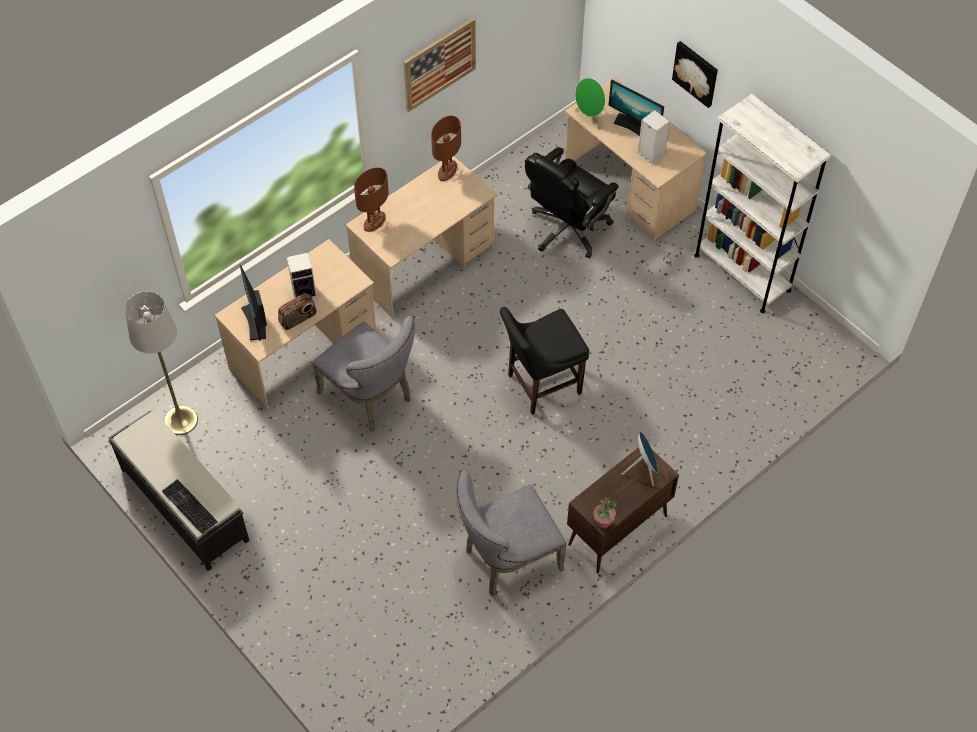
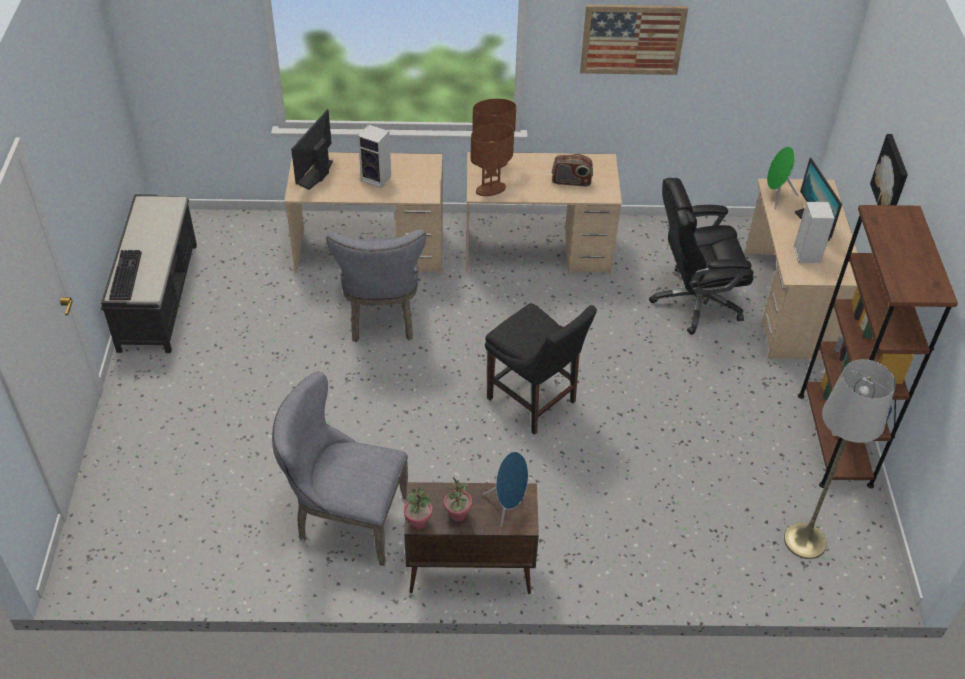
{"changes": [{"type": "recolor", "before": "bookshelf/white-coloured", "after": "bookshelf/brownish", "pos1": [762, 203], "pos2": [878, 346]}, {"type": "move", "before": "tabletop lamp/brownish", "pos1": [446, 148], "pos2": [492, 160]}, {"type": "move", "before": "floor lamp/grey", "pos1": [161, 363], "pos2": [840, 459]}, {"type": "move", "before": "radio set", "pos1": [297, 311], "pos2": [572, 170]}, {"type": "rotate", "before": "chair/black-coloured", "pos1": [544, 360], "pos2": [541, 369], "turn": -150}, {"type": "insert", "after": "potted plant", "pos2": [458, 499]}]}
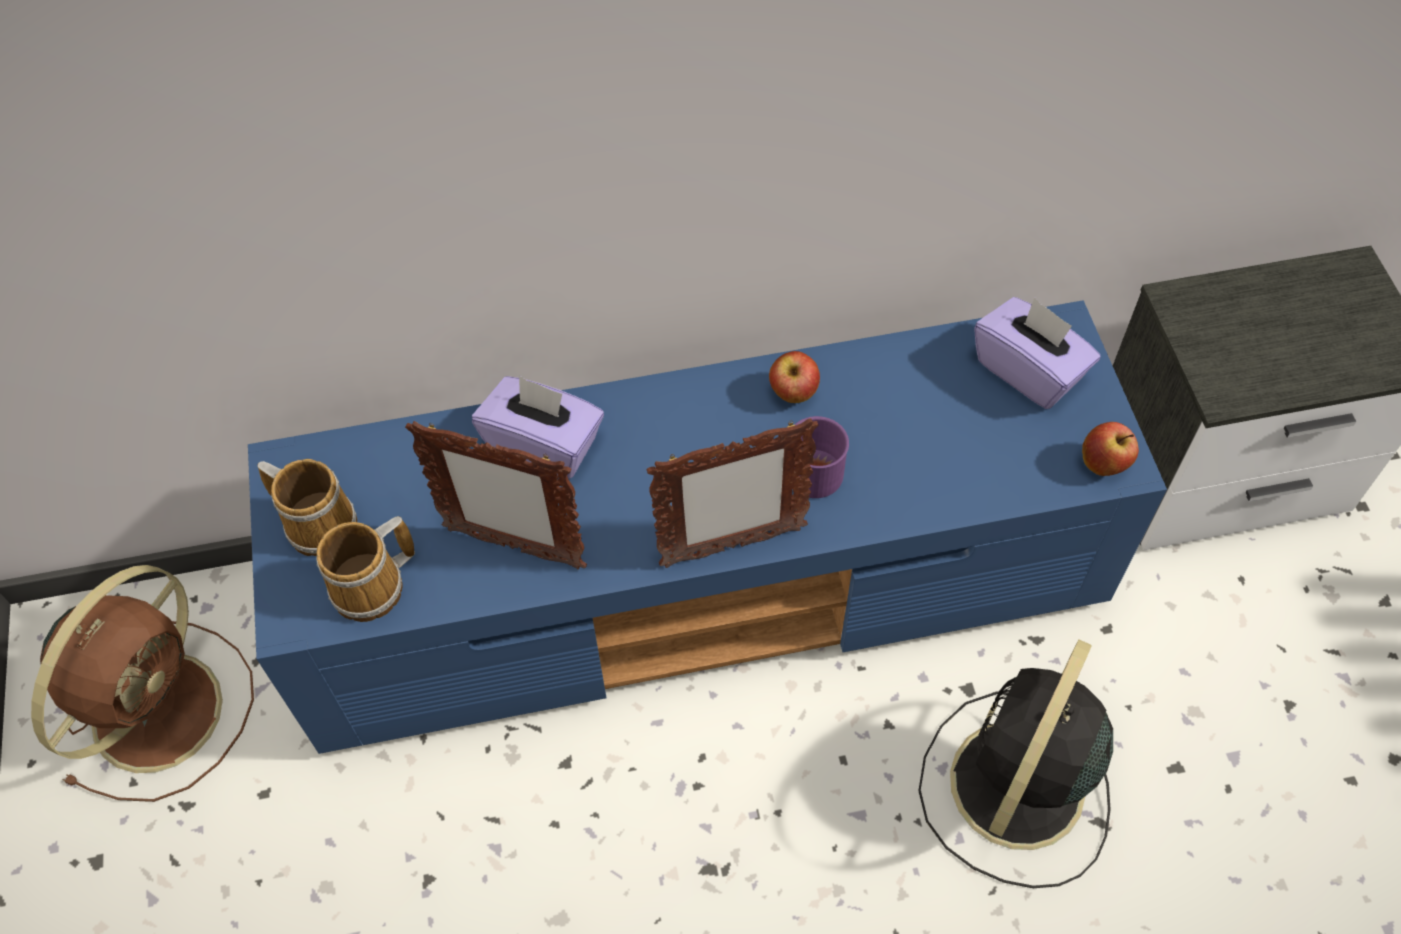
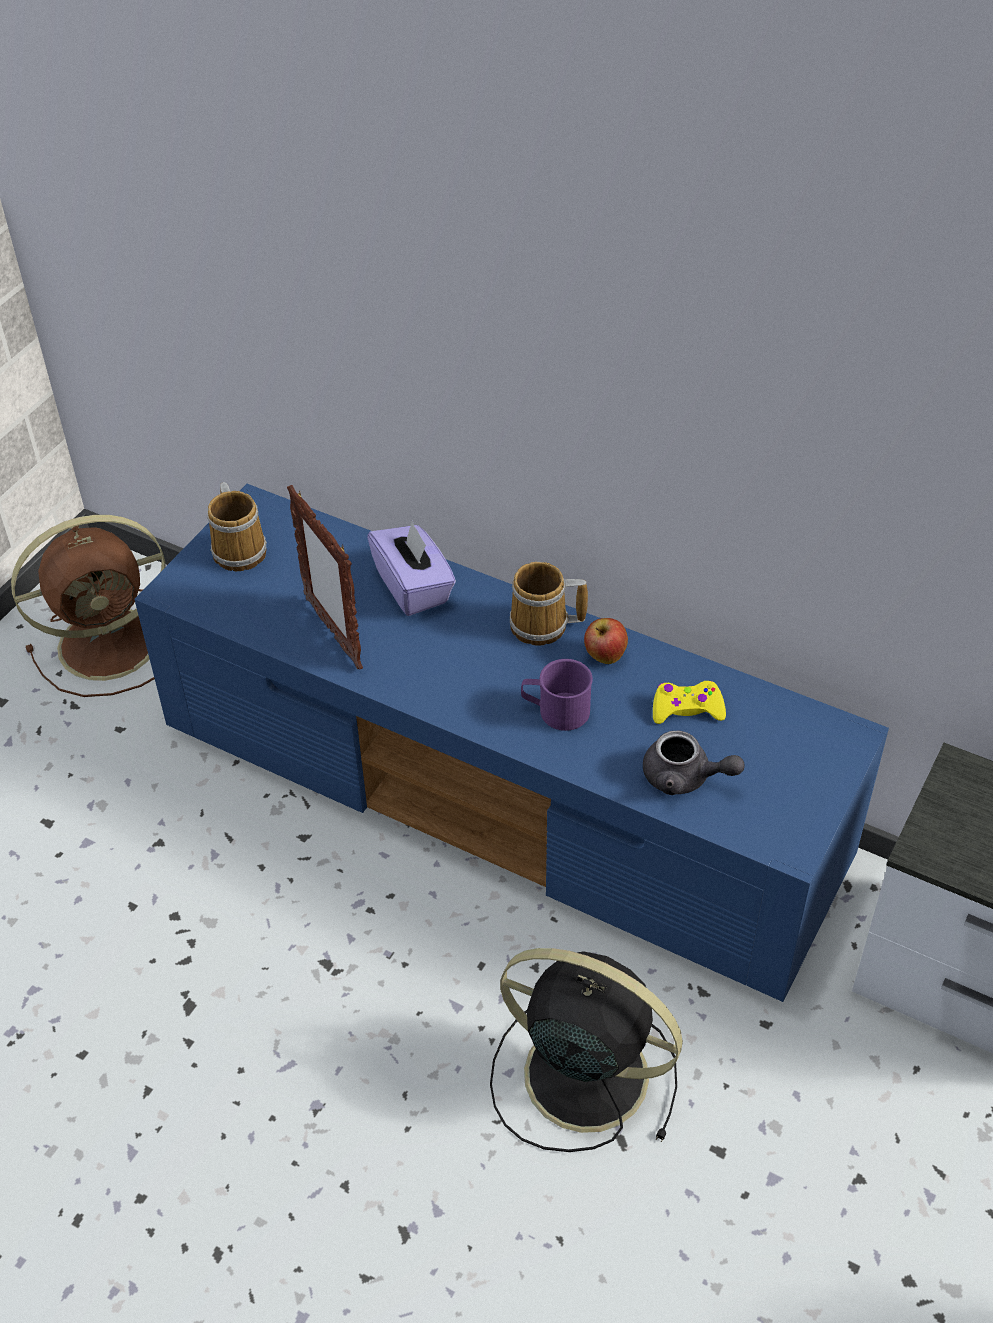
{"changes": [{"type": "delete", "before": "box of tissues/purplish", "pos1": [1037, 353]}, {"type": "delete", "before": "standing frame", "pos1": [732, 493]}, {"type": "delete", "before": "apple fruit", "pos1": [1110, 449]}, {"type": "move", "before": "coffee mug", "pos1": [365, 569], "pos2": [549, 604]}, {"type": "rotate", "before": "fan/black-coloured", "pos1": [1015, 763], "pos2": [586, 1050], "turn": 45}, {"type": "insert", "after": "game controller/yellow-coloured", "pos2": [689, 702]}, {"type": "insert", "after": "tea pot/grey", "pos2": [694, 763]}]}
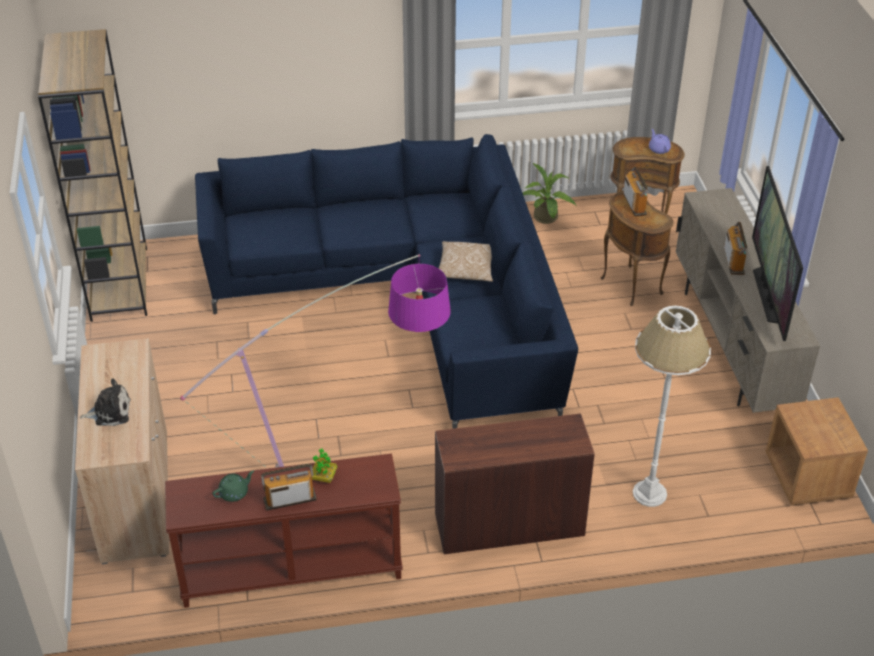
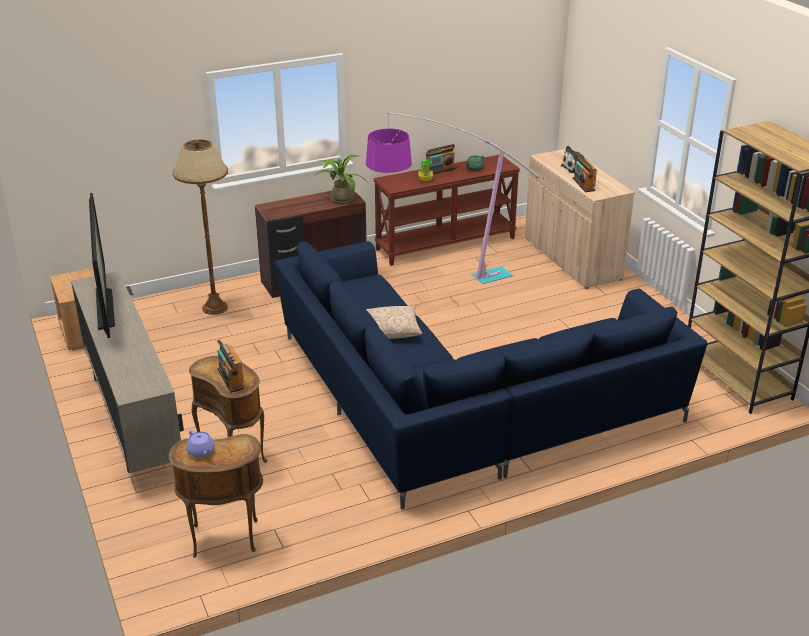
{"changes": [{"type": "move", "before": "potted plant", "pos1": [549, 193], "pos2": [341, 179]}, {"type": "move", "before": "radio set", "pos1": [735, 248], "pos2": [584, 173]}, {"type": "recolor", "before": "floor lamp/white-coloured", "after": "floor lamp/brownish", "pos1": [672, 406], "pos2": [200, 227]}]}
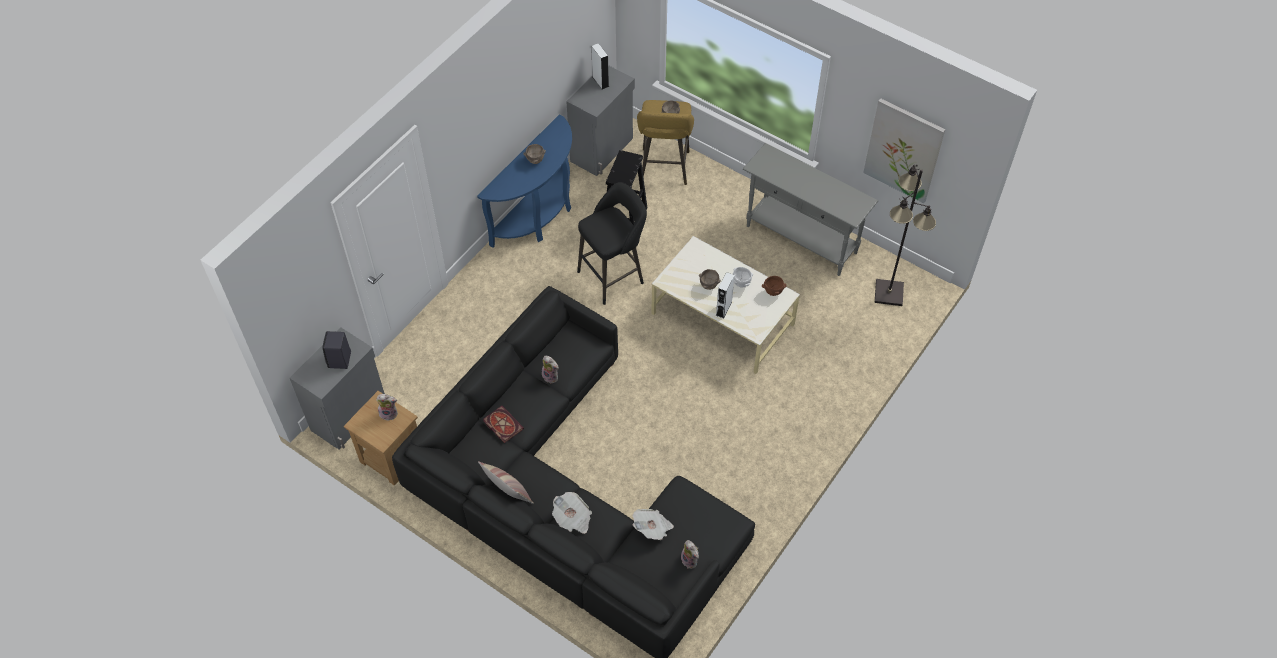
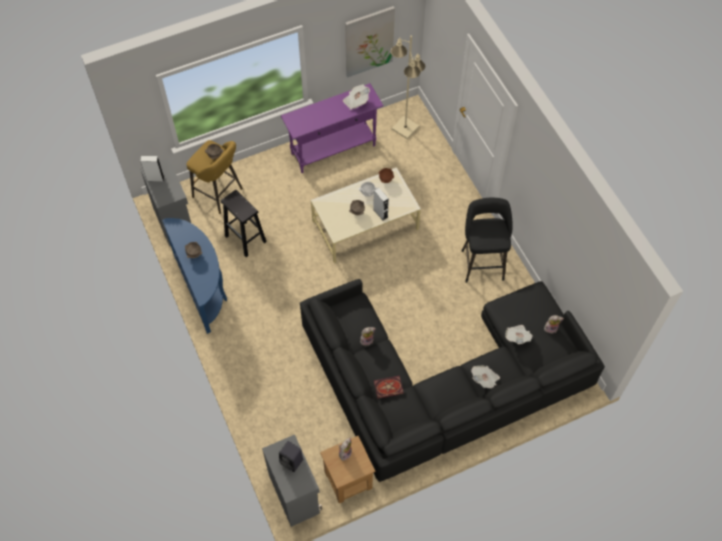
{"changes": [{"type": "recolor", "before": "console table/grey", "after": "console table/purplish", "pos1": [810, 209], "pos2": [332, 128]}, {"type": "recolor", "before": "floor lamp/black-coloured", "after": "floor lamp/beige-coloured", "pos1": [905, 235], "pos2": [408, 87]}, {"type": "move", "before": "stool/black-coloured", "pos1": [612, 243], "pos2": [487, 240]}, {"type": "delete", "before": "cushion", "pos1": [506, 482]}, {"type": "insert", "after": "printed paper", "pos2": [356, 97]}]}
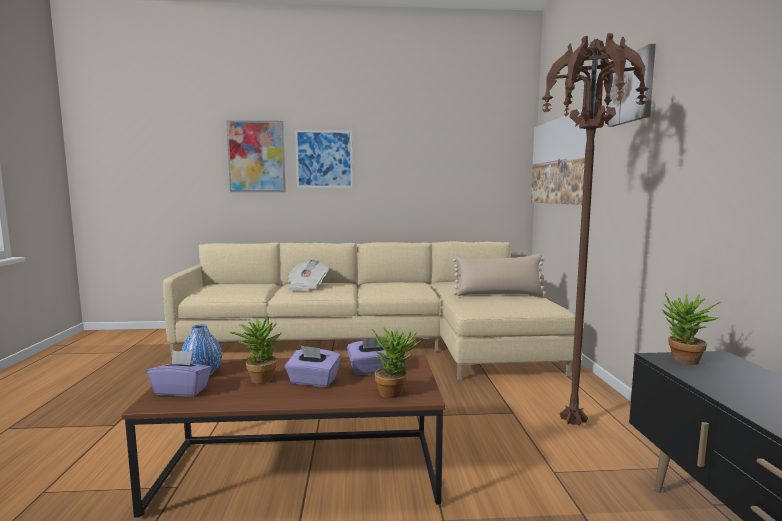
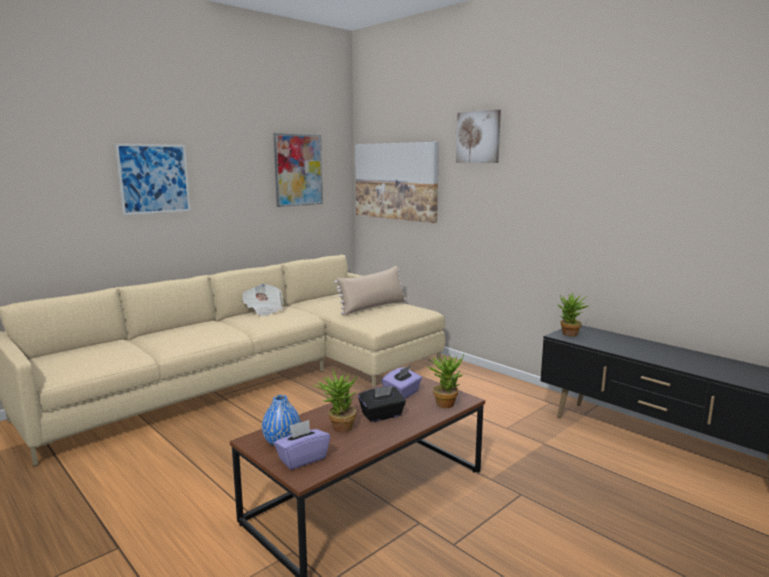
{"changes": [{"type": "delete", "before": "floor lamp/brownish", "pos1": [595, 229]}, {"type": "move", "before": "wall picture", "pos1": [256, 156], "pos2": [298, 170]}, {"type": "move", "before": "printed paper", "pos1": [308, 275], "pos2": [263, 300]}, {"type": "recolor", "before": "box of tissues/purplish", "after": "box of tissues/black-coloured", "pos1": [313, 366], "pos2": [382, 404]}]}
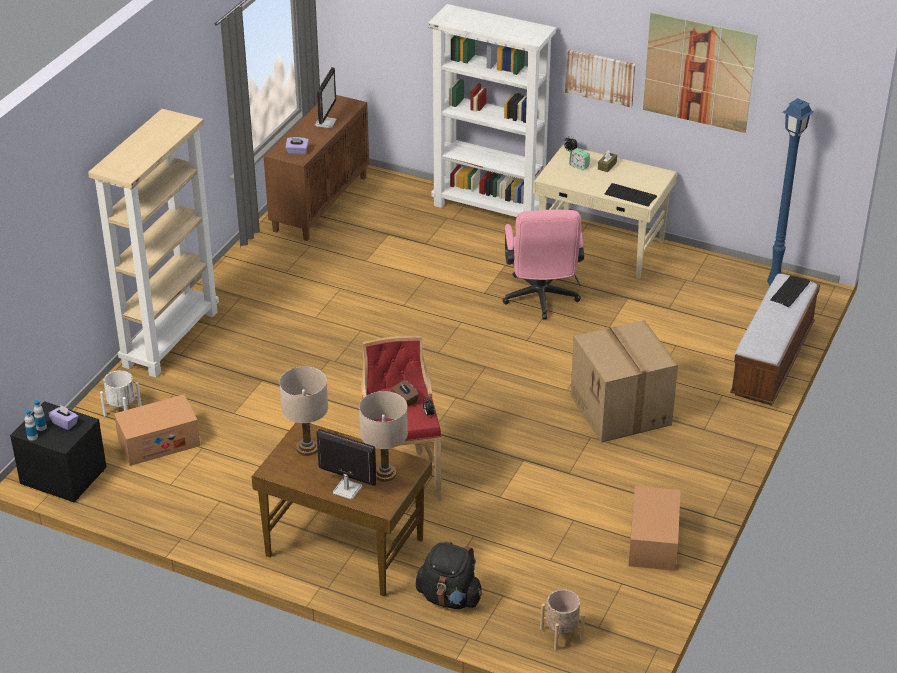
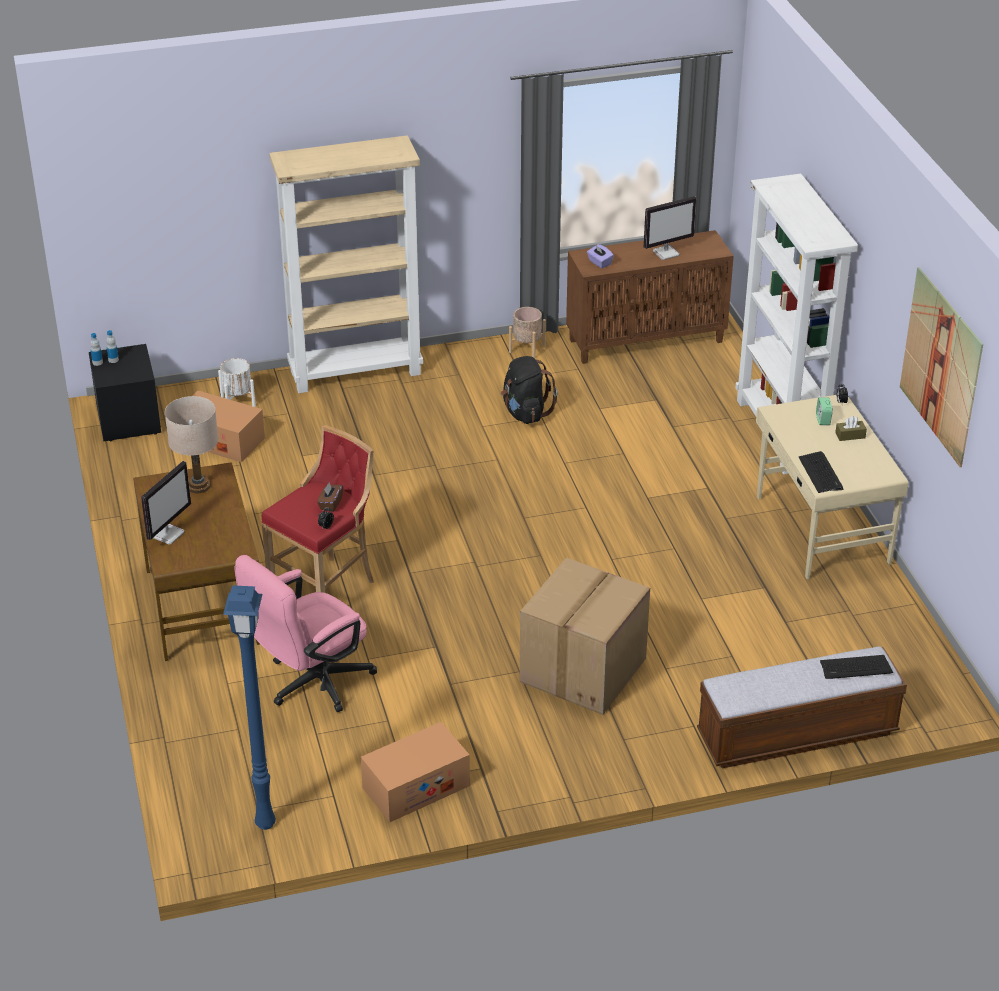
{"changes": [{"type": "delete", "before": "wall picture", "pos1": [600, 78]}, {"type": "move", "before": "floor lamp/bluish", "pos1": [790, 192], "pos2": [249, 707]}, {"type": "move", "before": "desk chair/pink", "pos1": [543, 264], "pos2": [305, 633]}, {"type": "delete", "before": "tabletop lamp/beige-coloured", "pos1": [383, 436]}, {"type": "delete", "before": "box of tissues/purplish", "pos1": [63, 417]}, {"type": "rotate", "before": "computer screen", "pos1": [346, 464], "pos2": [166, 502], "turn": 45}, {"type": "move", "before": "backpack/black-coloured", "pos1": [449, 575], "pos2": [529, 390]}, {"type": "move", "before": "plant pot/beige-coloured", "pos1": [562, 619], "pos2": [527, 332]}]}
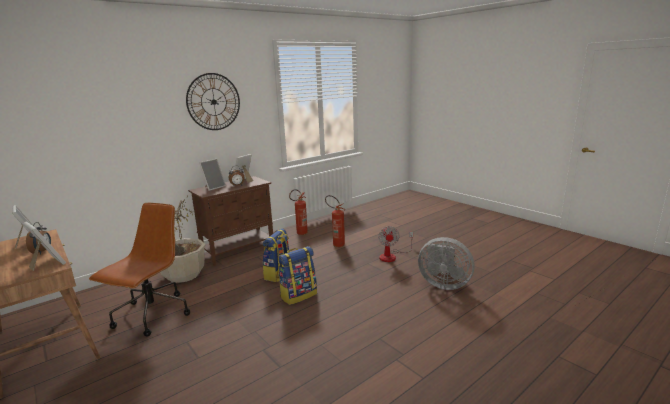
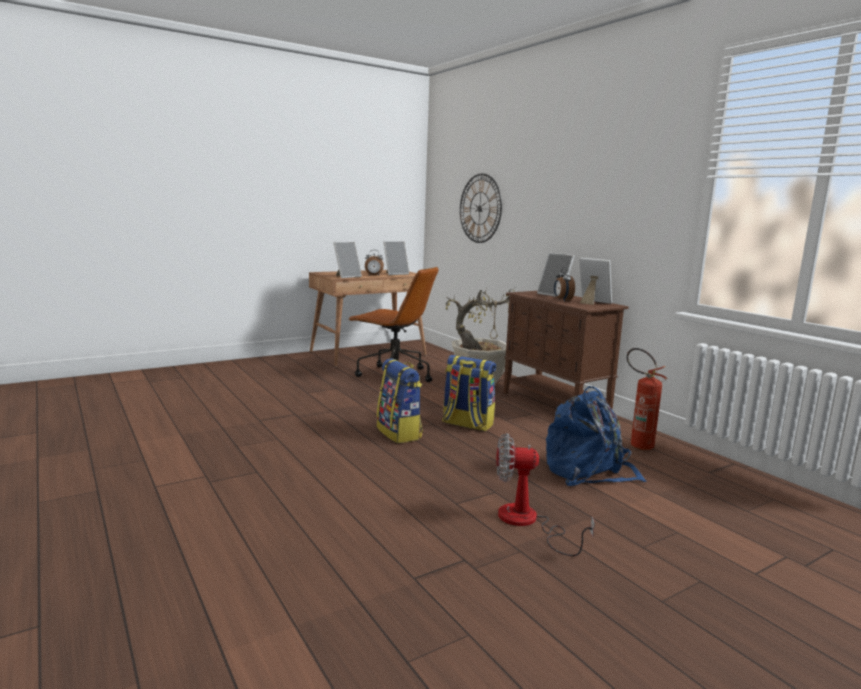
{"changes": [{"type": "move", "before": "clock on the wall", "pos1": [213, 101], "pos2": [481, 208]}, {"type": "replace", "before": "extinguisher", "after": "backpack/bluish", "pos1": [335, 221], "pos2": [596, 436]}, {"type": "delete", "before": "fan/grey", "pos1": [446, 263]}]}
